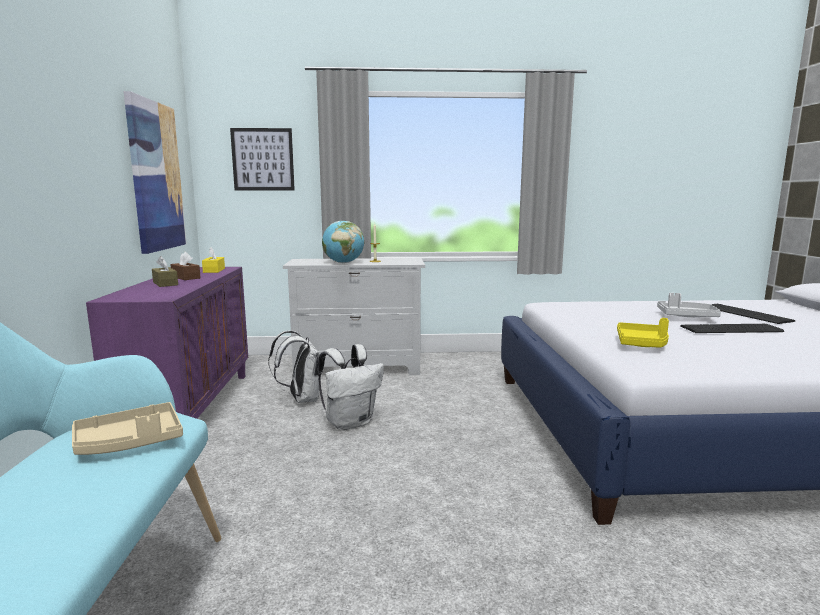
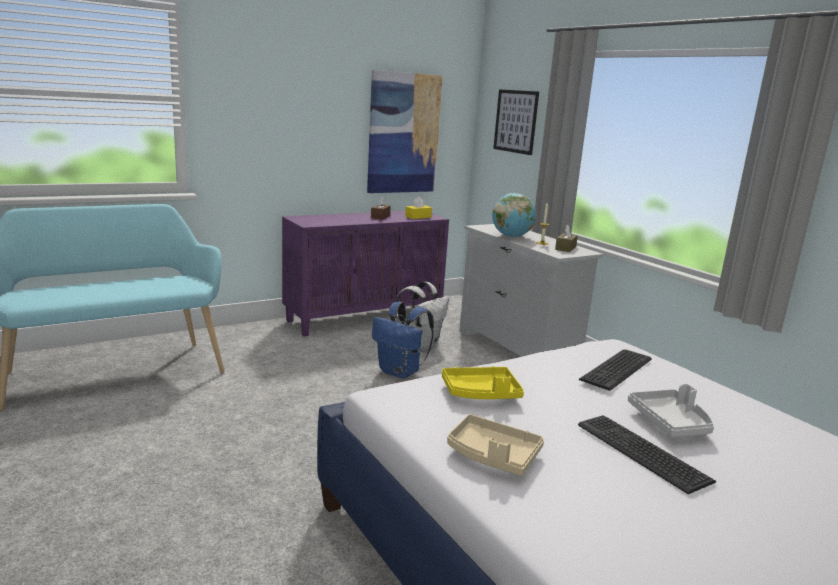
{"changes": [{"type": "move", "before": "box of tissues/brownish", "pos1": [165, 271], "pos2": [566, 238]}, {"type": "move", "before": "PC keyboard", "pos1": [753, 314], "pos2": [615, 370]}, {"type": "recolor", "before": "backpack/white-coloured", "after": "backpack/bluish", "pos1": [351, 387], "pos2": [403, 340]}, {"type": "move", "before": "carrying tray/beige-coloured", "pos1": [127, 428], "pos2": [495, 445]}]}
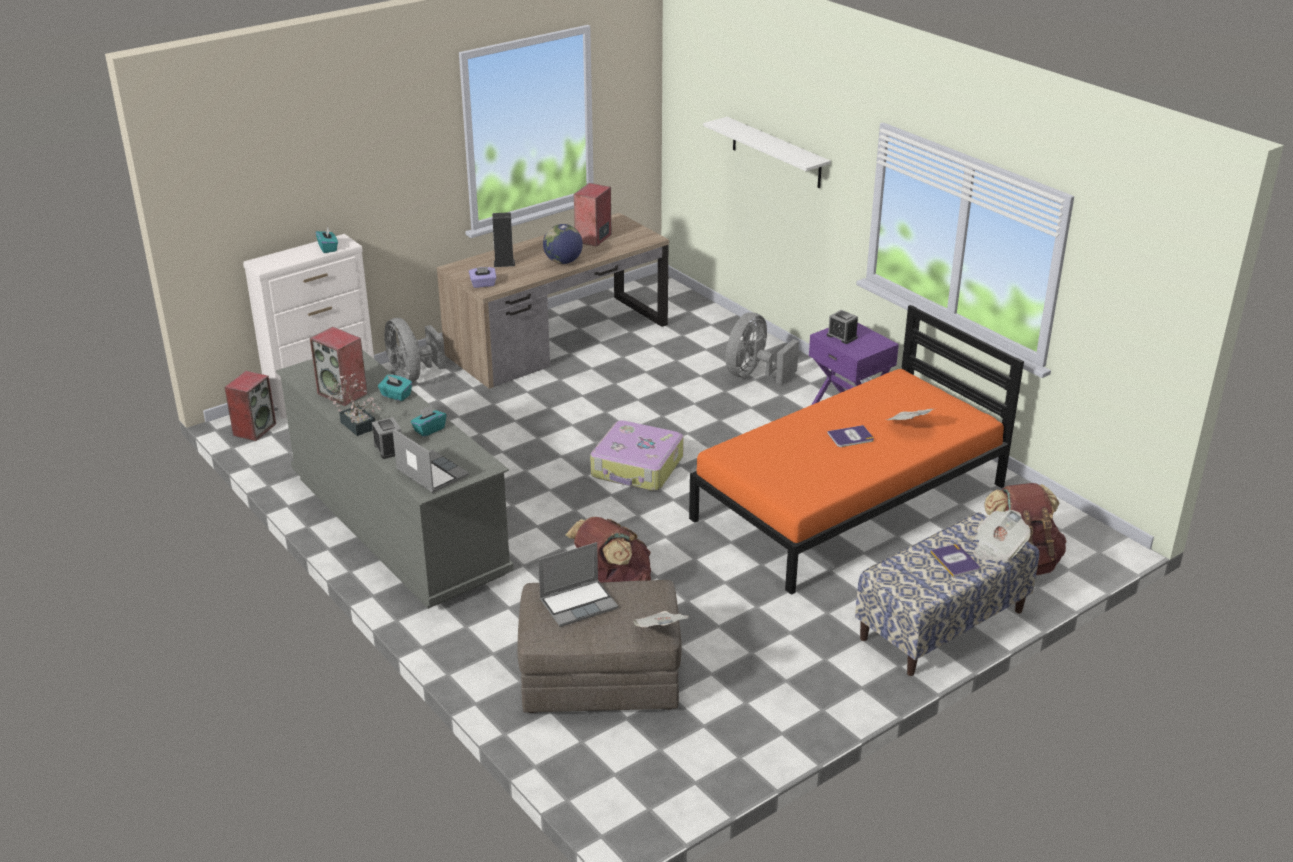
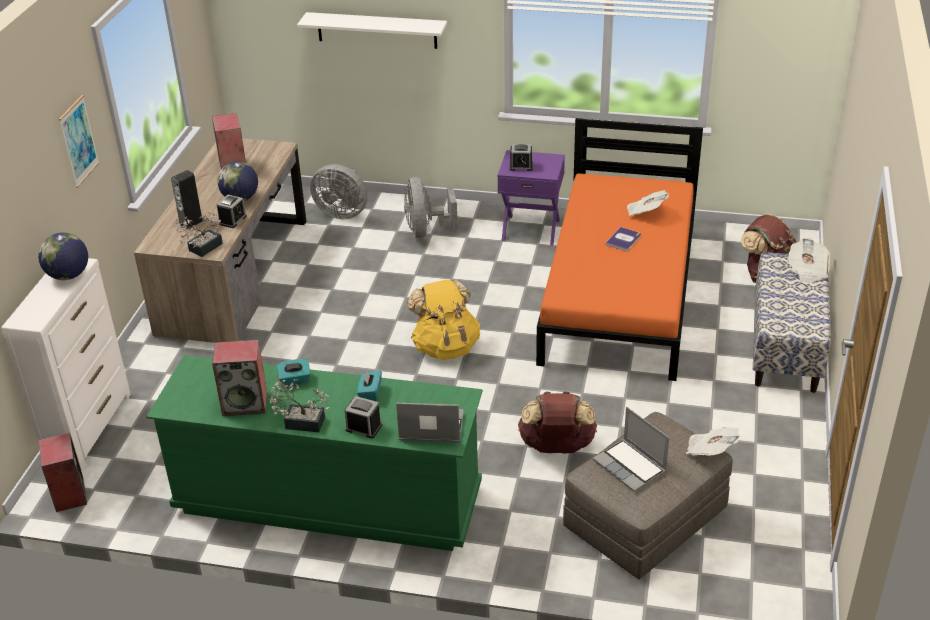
{"changes": [{"type": "replace", "before": "box of tissues/turquoise", "after": "globe", "pos1": [327, 240], "pos2": [63, 256]}, {"type": "replace", "before": "box of tissues/purplish", "after": "potted plant", "pos1": [483, 277], "pos2": [199, 234]}, {"type": "move", "before": "fan/grey", "pos1": [415, 350], "pos2": [338, 191]}, {"type": "recolor", "before": "chest of drawers/grey", "after": "chest of drawers/green-coloured", "pos1": [395, 479], "pos2": [314, 453]}, {"type": "replace", "before": "travel case", "after": "backpack/yellow-coloured", "pos1": [637, 455], "pos2": [444, 320]}, {"type": "rotate", "before": "portable computer", "pos1": [578, 584], "pos2": [631, 449], "turn": 120}, {"type": "delete", "before": "book", "pos1": [955, 560]}, {"type": "insert", "after": "wall picture", "pos2": [79, 141]}, {"type": "insert", "after": "alarm clock", "pos2": [231, 211]}]}
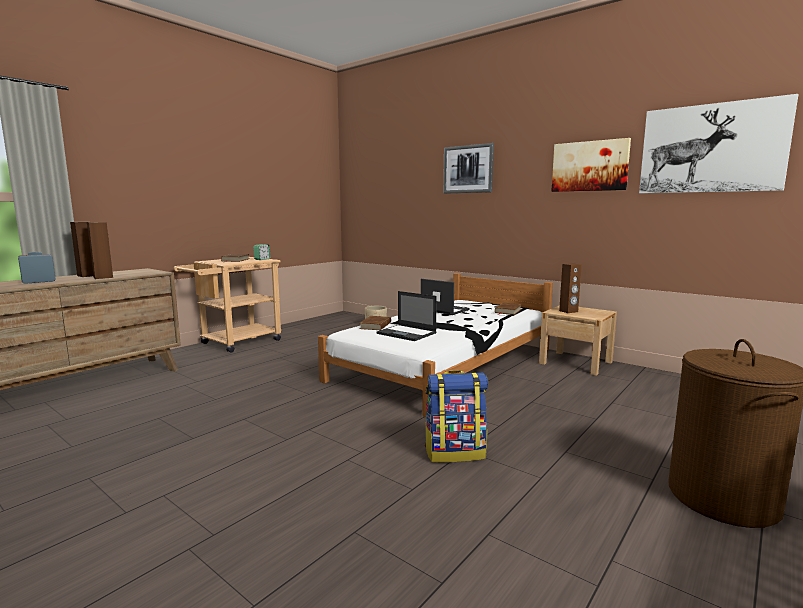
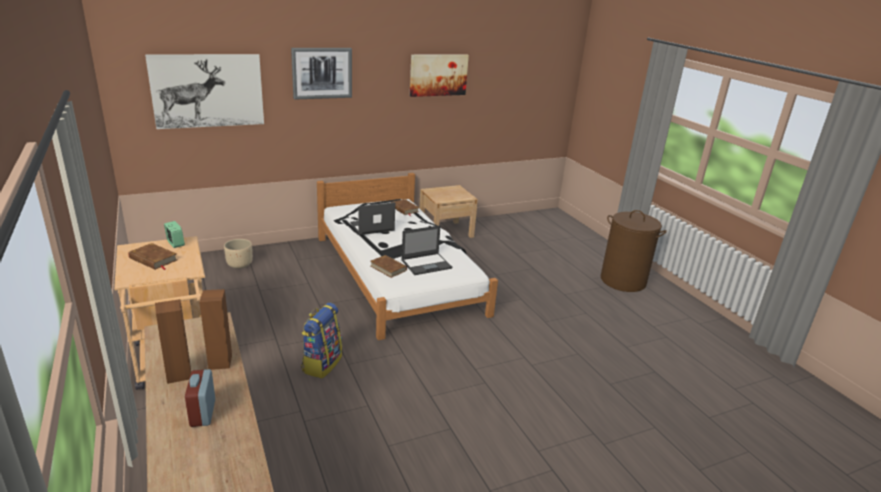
{"changes": [{"type": "move", "before": "wall picture", "pos1": [718, 143], "pos2": [204, 91]}, {"type": "delete", "before": "speaker/brownish", "pos1": [570, 288]}, {"type": "move", "before": "backpack", "pos1": [456, 416], "pos2": [321, 341]}]}
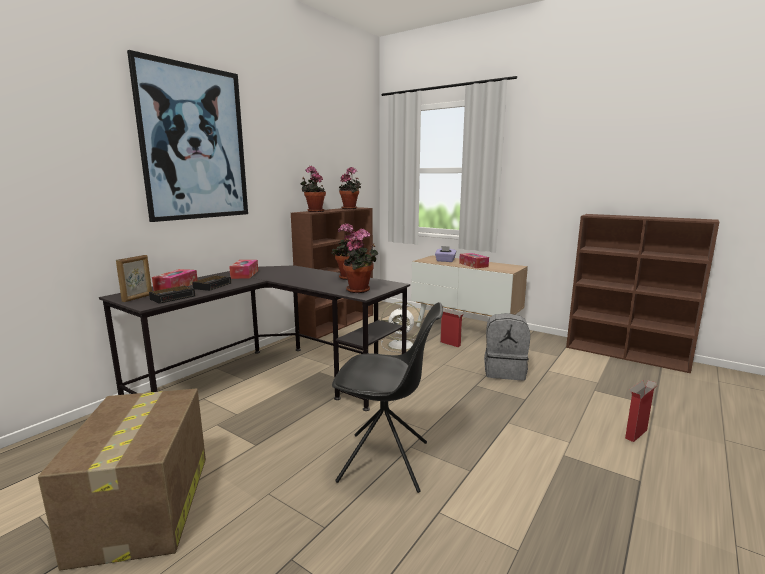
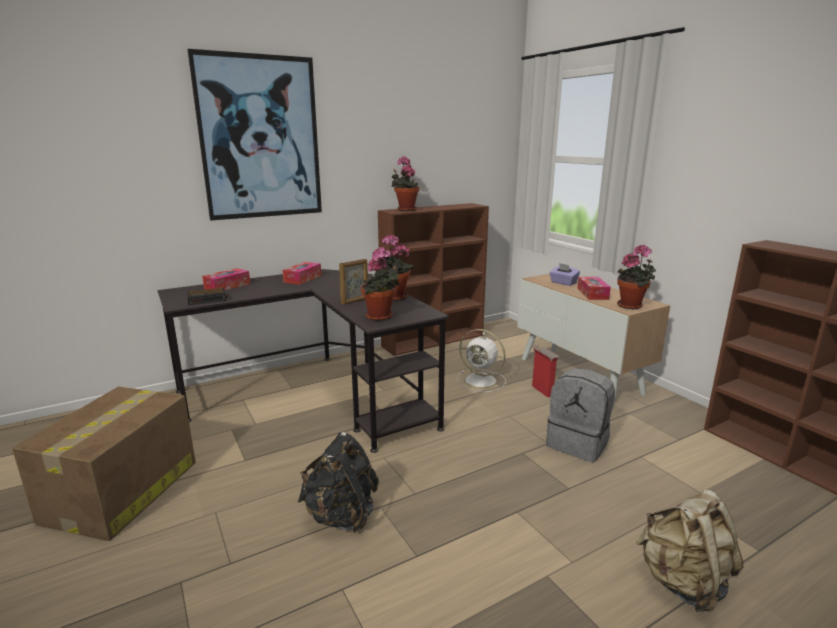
{"changes": [{"type": "move", "before": "potted plant", "pos1": [350, 188], "pos2": [636, 277]}, {"type": "move", "before": "standing frame", "pos1": [134, 278], "pos2": [353, 282]}, {"type": "delete", "before": "alarm clock", "pos1": [211, 283]}, {"type": "replace", "before": "chair/black-coloured", "after": "backpack/black-coloured", "pos1": [387, 397], "pos2": [338, 482]}, {"type": "replace", "before": "packing box", "after": "backpack/beige-coloured", "pos1": [641, 411], "pos2": [689, 551]}]}
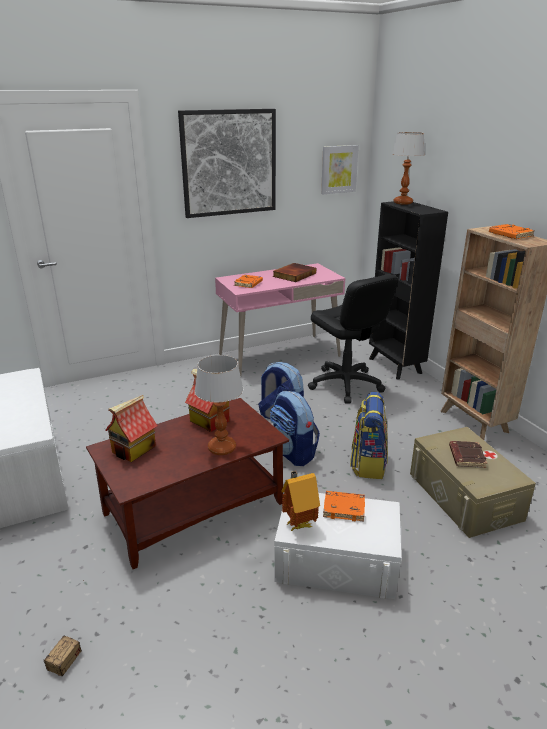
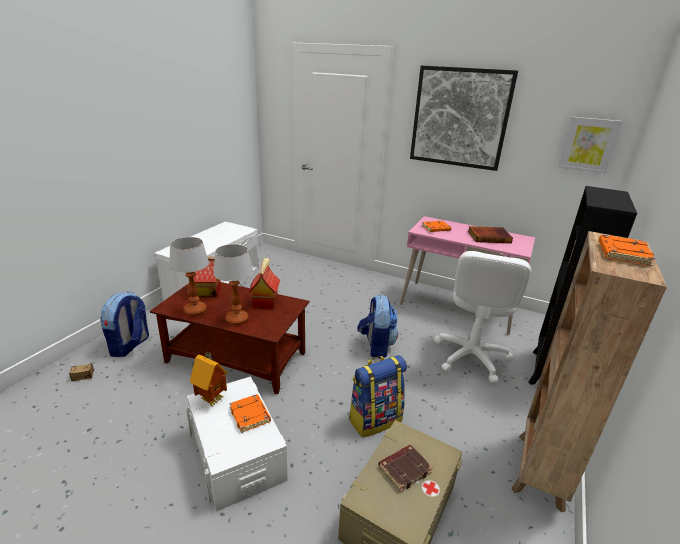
{"changes": [{"type": "move", "before": "tabletop lamp", "pos1": [408, 168], "pos2": [189, 276]}, {"type": "recolor", "before": "desk chair/black-coloured", "after": "desk chair/white-coloured", "pos1": [353, 339], "pos2": [482, 317]}, {"type": "move", "before": "backpack", "pos1": [295, 428], "pos2": [124, 324]}]}
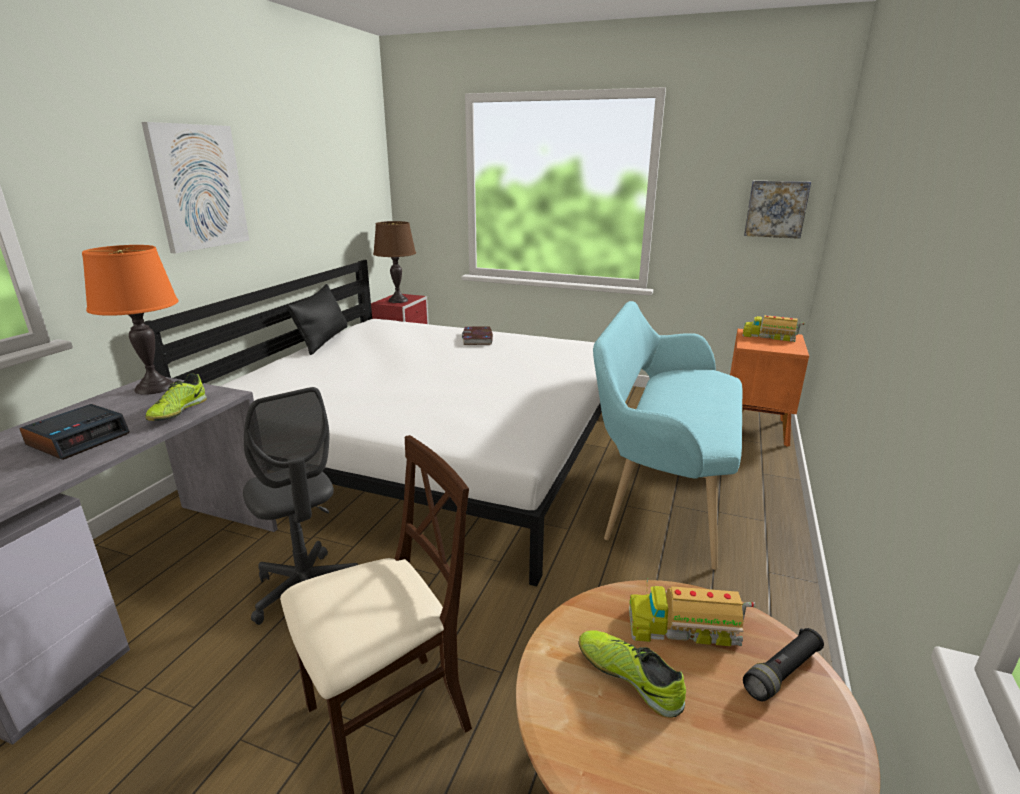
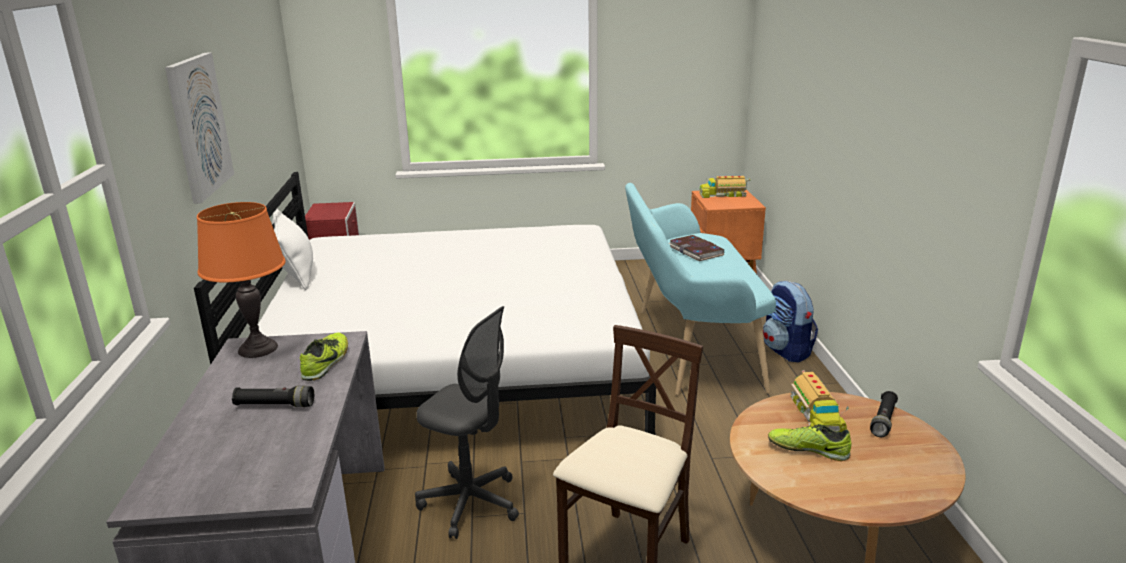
{"changes": [{"type": "delete", "before": "wall picture", "pos1": [777, 210]}, {"type": "delete", "before": "tabletop lamp/brownish", "pos1": [394, 262]}, {"type": "recolor", "before": "cushion/black-coloured", "after": "cushion/white-coloured", "pos1": [317, 319], "pos2": [292, 249]}, {"type": "move", "before": "book", "pos1": [477, 335], "pos2": [696, 248]}, {"type": "rotate", "before": "shoe", "pos1": [176, 397], "pos2": [324, 356], "turn": -150}, {"type": "replace", "before": "alarm clock", "after": "flashlight/black-coloured", "pos1": [75, 432], "pos2": [273, 396]}, {"type": "rotate", "before": "toy lorry", "pos1": [692, 612], "pos2": [820, 401], "turn": -75}, {"type": "insert", "after": "backpack", "pos2": [790, 321]}]}
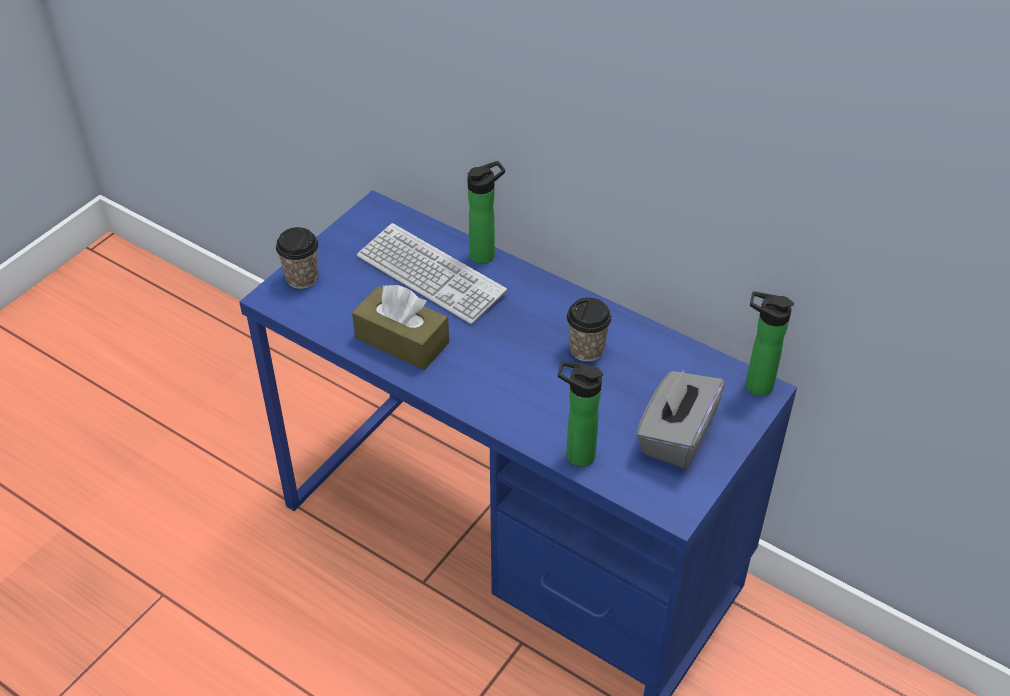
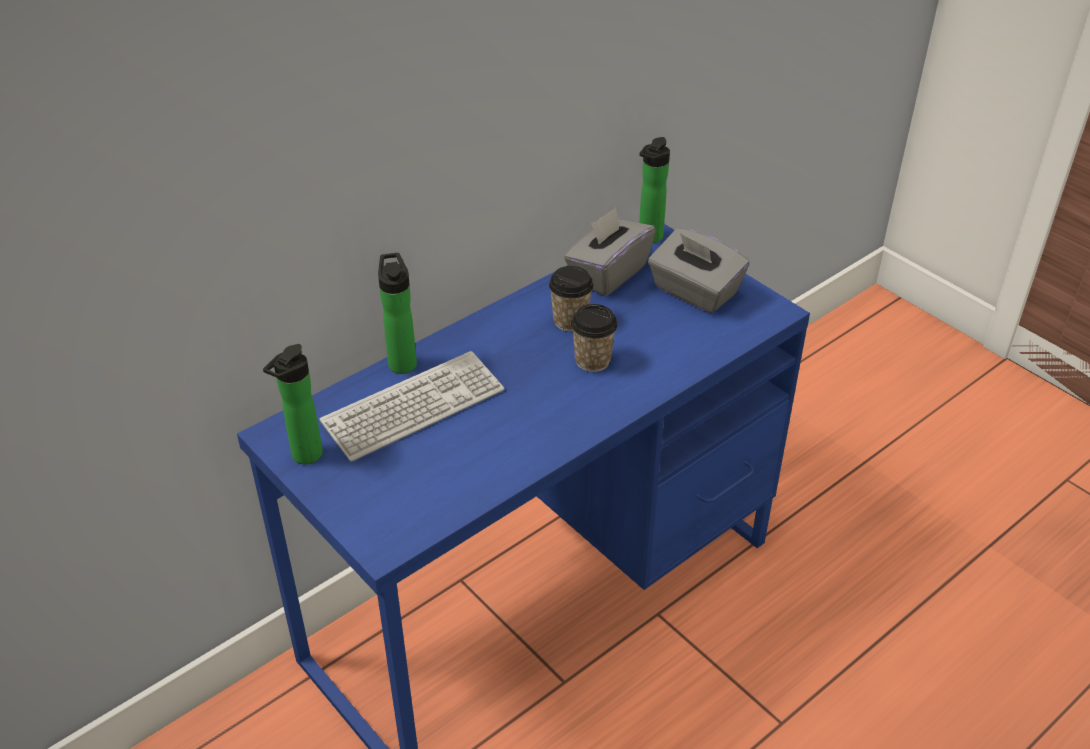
{"changes": [{"type": "move", "before": "small cup", "pos1": [297, 258], "pos2": [594, 338]}, {"type": "delete", "before": "box of tissues/brownish", "pos1": [400, 327]}, {"type": "move", "before": "bottle", "pos1": [580, 414], "pos2": [293, 404]}, {"type": "insert", "after": "box of tissues/grey", "pos2": [610, 252]}]}
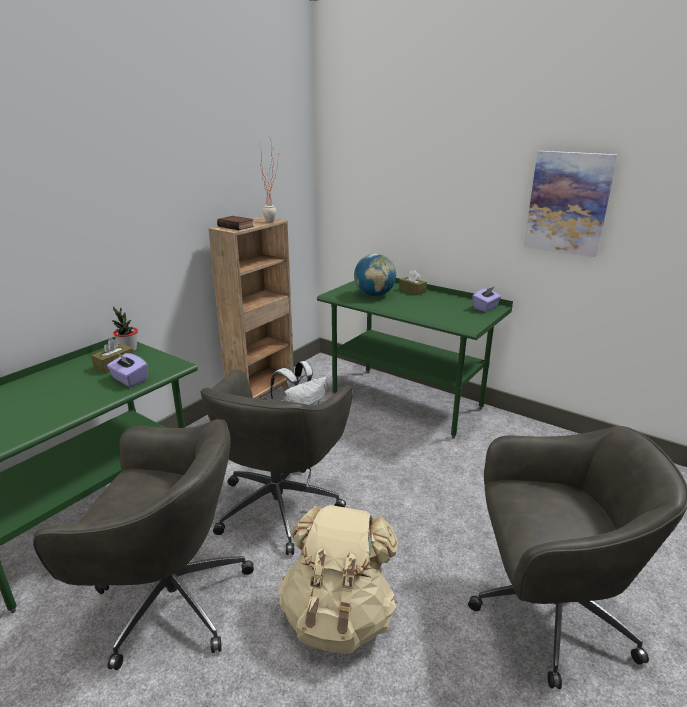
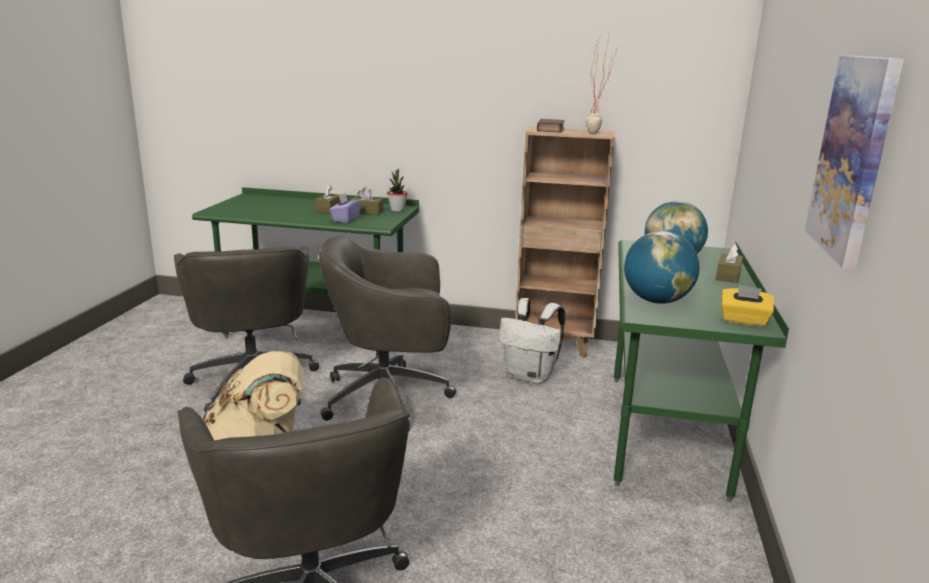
{"changes": [{"type": "recolor", "before": "box of tissues/purplish", "after": "box of tissues/yellow-coloured", "pos1": [487, 299], "pos2": [747, 306]}, {"type": "insert", "after": "box of tissues/brownish", "pos2": [328, 199]}, {"type": "insert", "after": "globe", "pos2": [661, 267]}]}
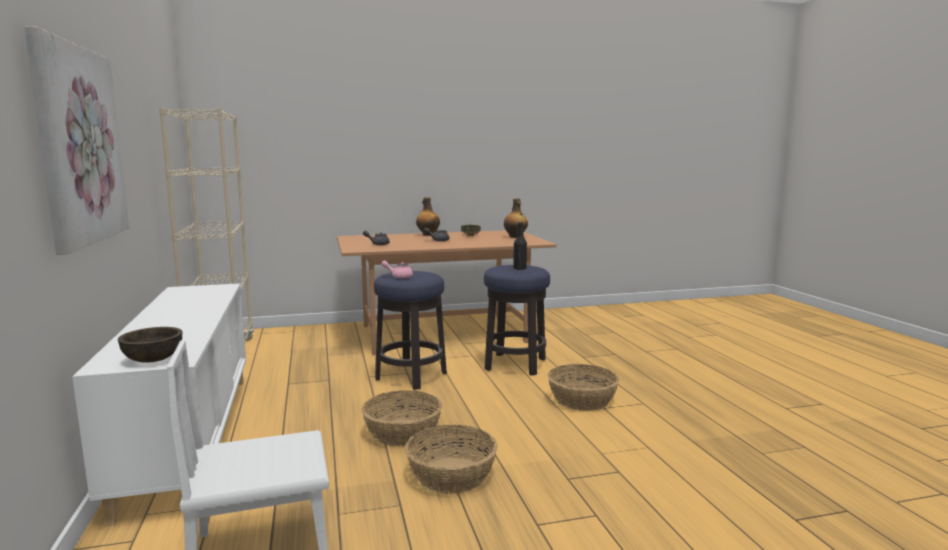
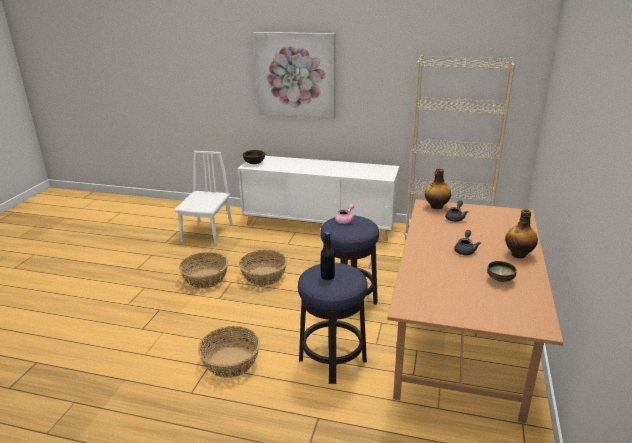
{"changes": [{"type": "move", "before": "bottle", "pos1": [516, 218], "pos2": [438, 188]}]}
